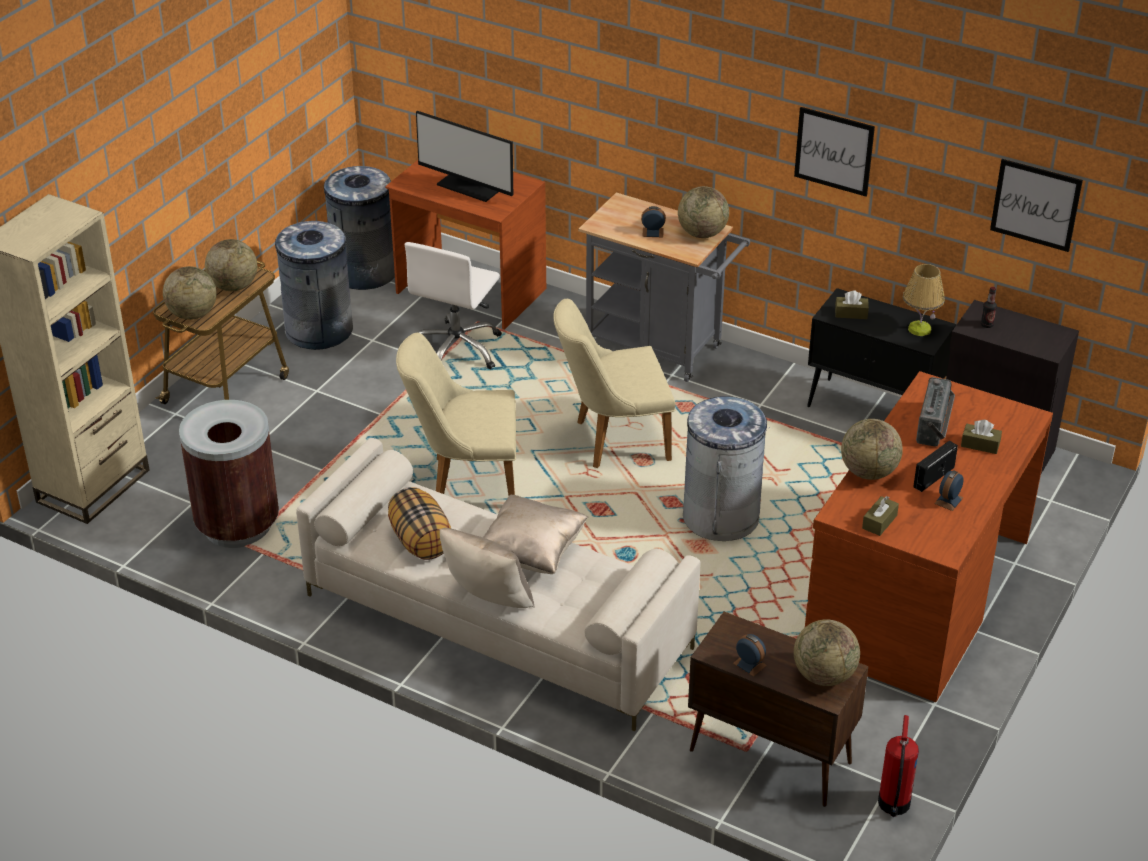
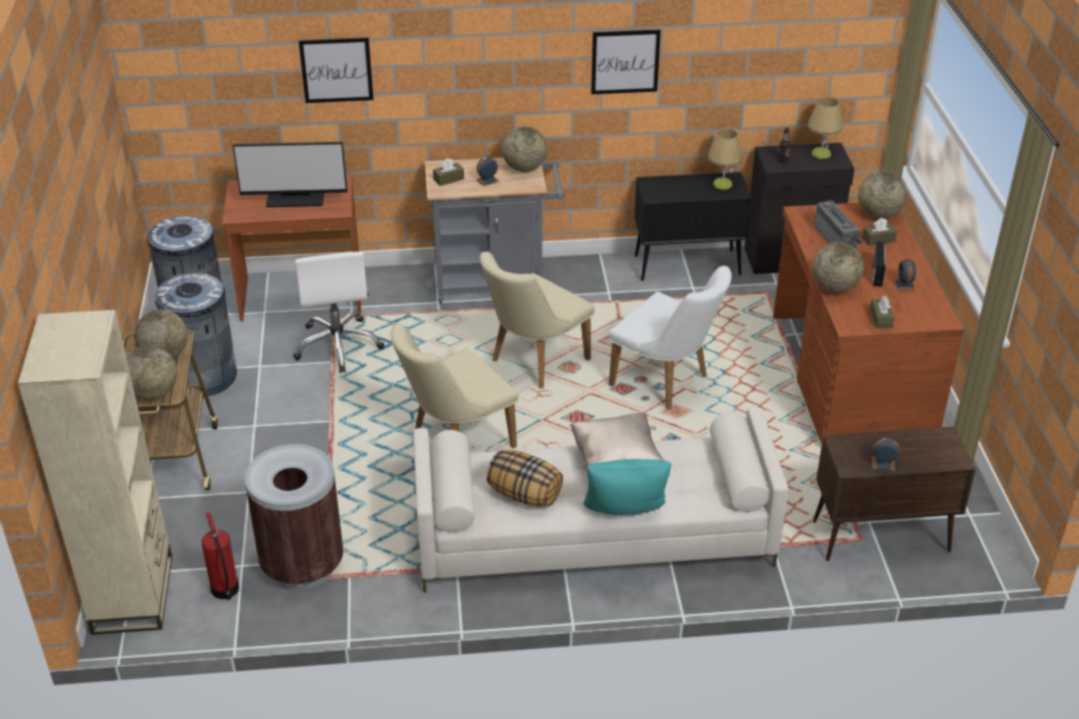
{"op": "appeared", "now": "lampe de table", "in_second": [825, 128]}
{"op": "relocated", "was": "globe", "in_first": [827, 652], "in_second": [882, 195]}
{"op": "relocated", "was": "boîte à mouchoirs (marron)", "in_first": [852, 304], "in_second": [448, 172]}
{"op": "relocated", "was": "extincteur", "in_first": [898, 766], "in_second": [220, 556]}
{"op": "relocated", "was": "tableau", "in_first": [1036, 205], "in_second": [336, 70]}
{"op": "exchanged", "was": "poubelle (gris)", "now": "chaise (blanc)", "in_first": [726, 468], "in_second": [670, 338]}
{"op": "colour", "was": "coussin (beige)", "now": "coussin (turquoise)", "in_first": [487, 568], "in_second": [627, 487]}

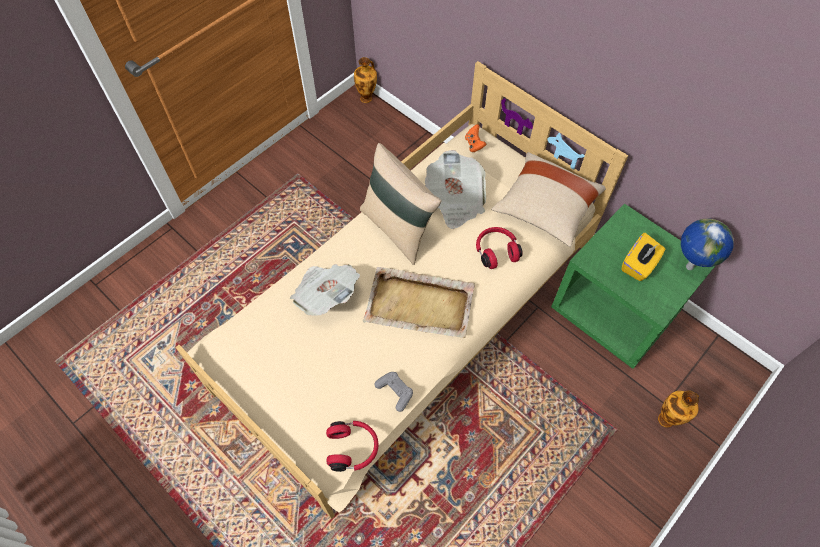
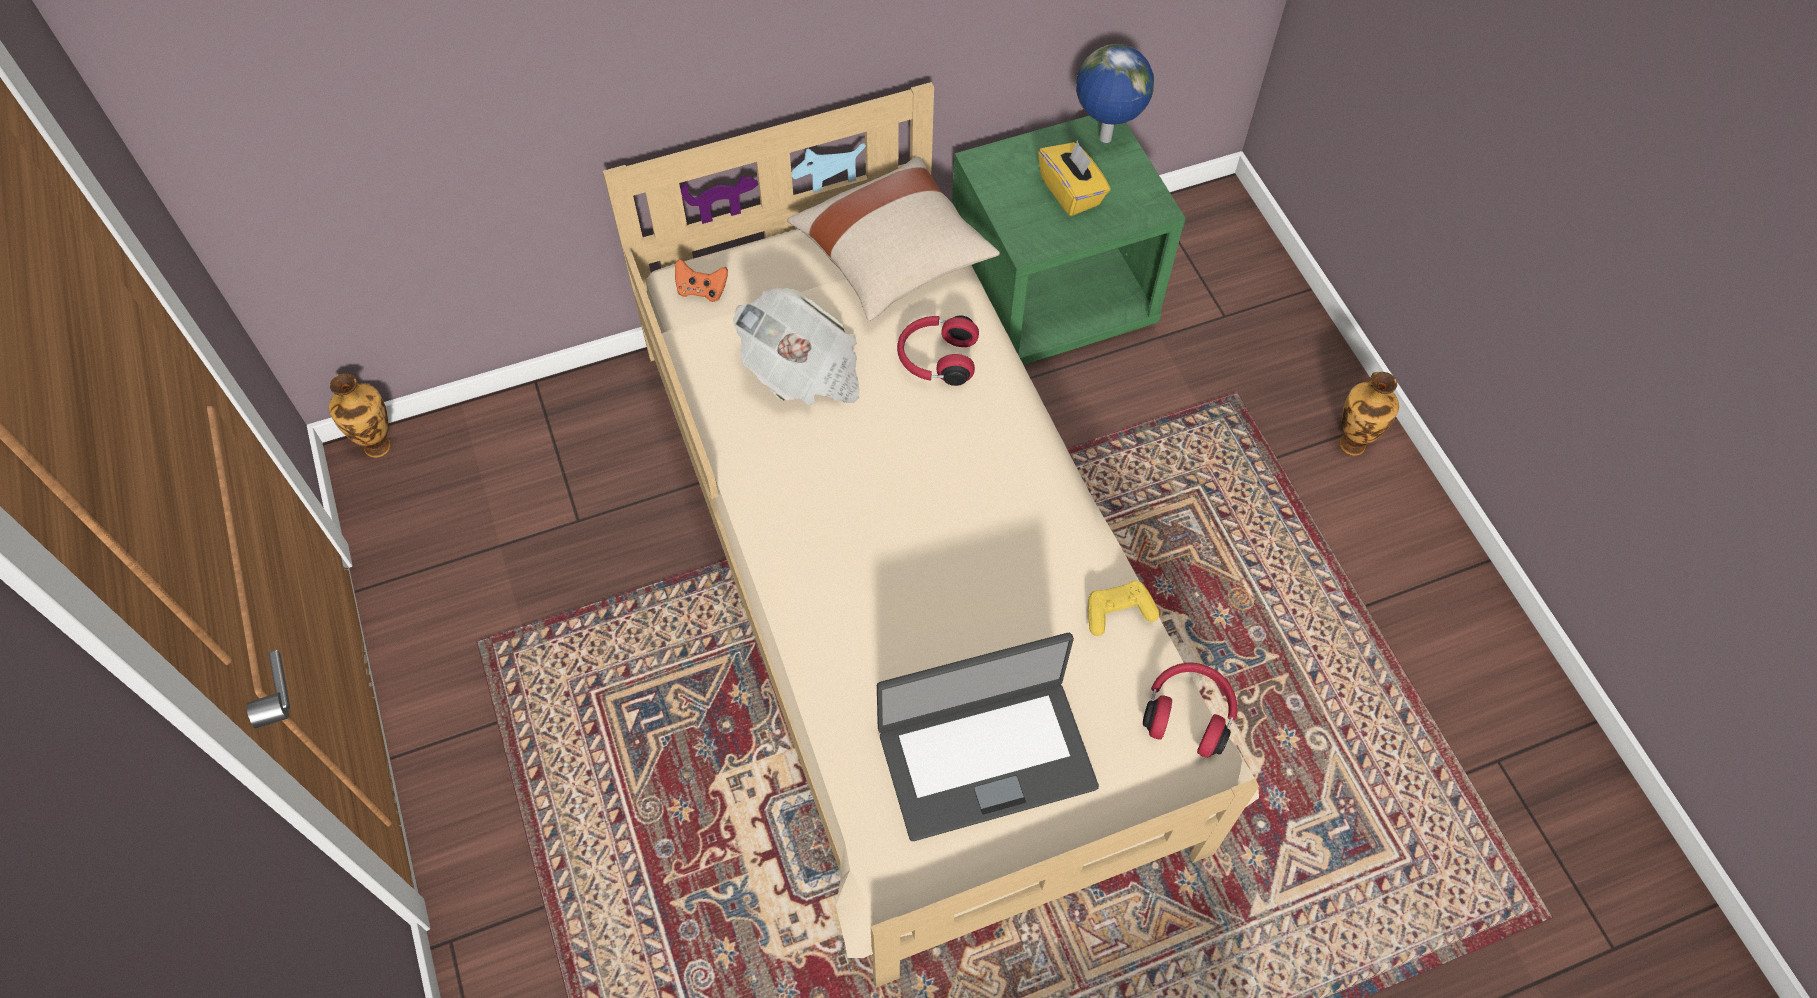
{"op": "missing", "was": "journal", "in_first": [325, 290]}
{"op": "missing", "was": "coussin (beige)", "in_first": [400, 204]}
{"op": "missing", "was": "plateau (beige)", "in_first": [419, 302]}
{"op": "appeared", "now": "ordinateur portable", "in_second": [988, 737]}
{"op": "relocated", "was": "vase", "in_first": [678, 409], "in_second": [1369, 414]}
{"op": "colour", "was": "manette (gris)", "now": "manette (jaune)", "in_first": [393, 392], "in_second": [1124, 608]}

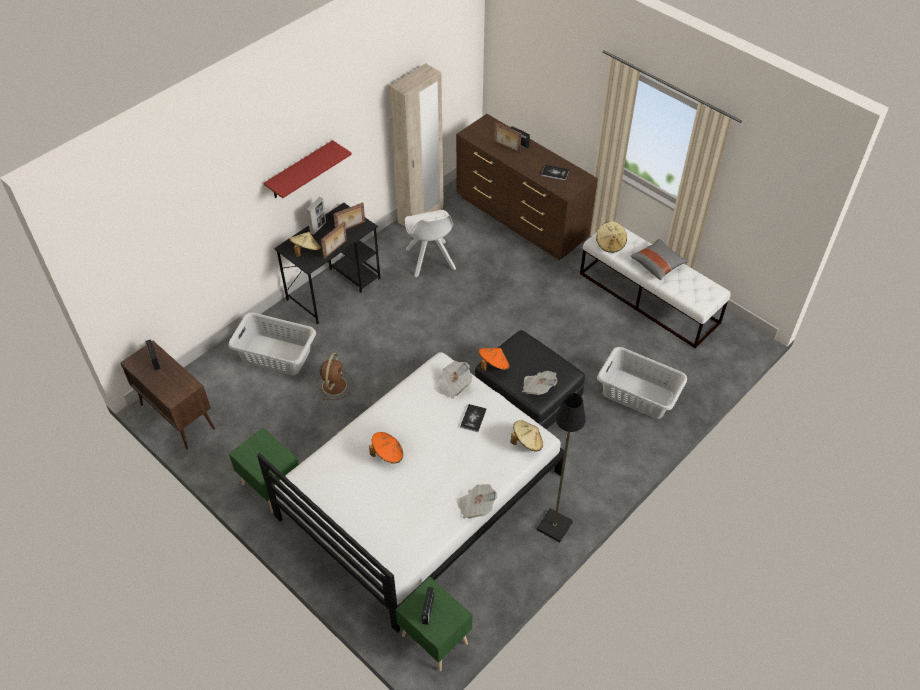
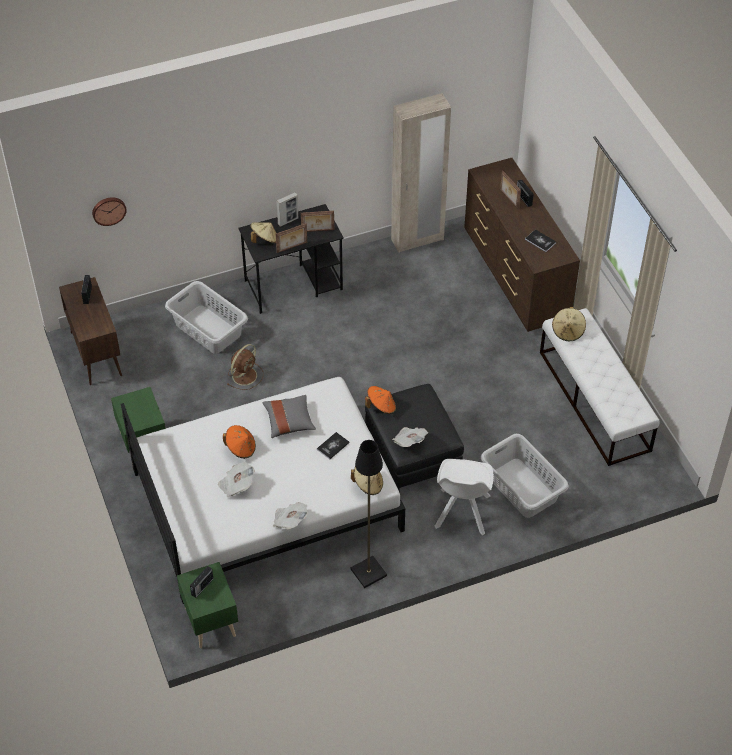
{"op": "missing", "was": "étagère (rouge)", "in_first": [308, 169]}
{"op": "appeared", "now": "horloge murale", "in_second": [109, 211]}
{"op": "relocated", "was": "chaise (blanc)", "in_first": [430, 244], "in_second": [464, 497]}
{"op": "relocated", "was": "journal", "in_first": [454, 379], "in_second": [236, 479]}
{"op": "relocated", "was": "coussin (gris)", "in_first": [659, 259], "in_second": [289, 416]}

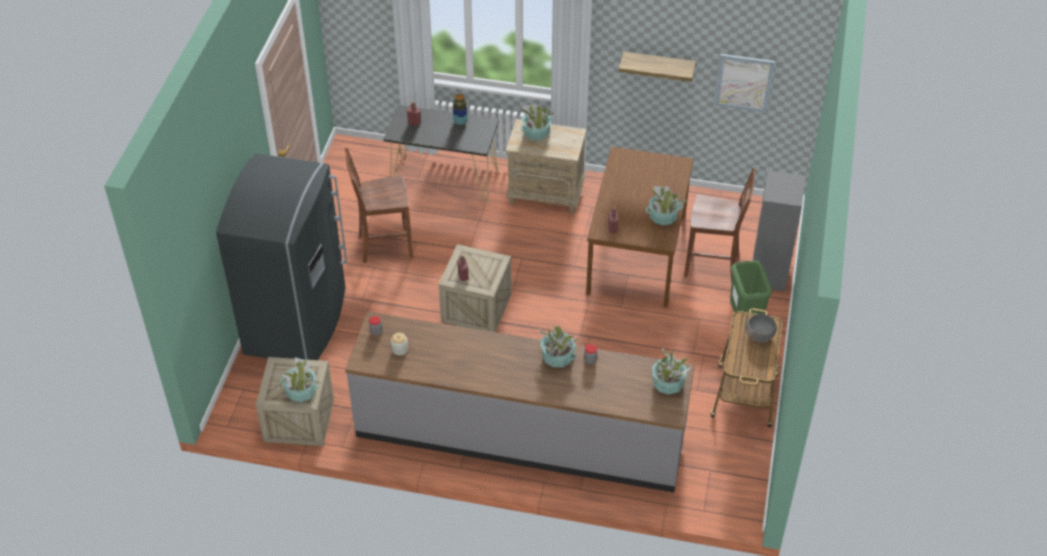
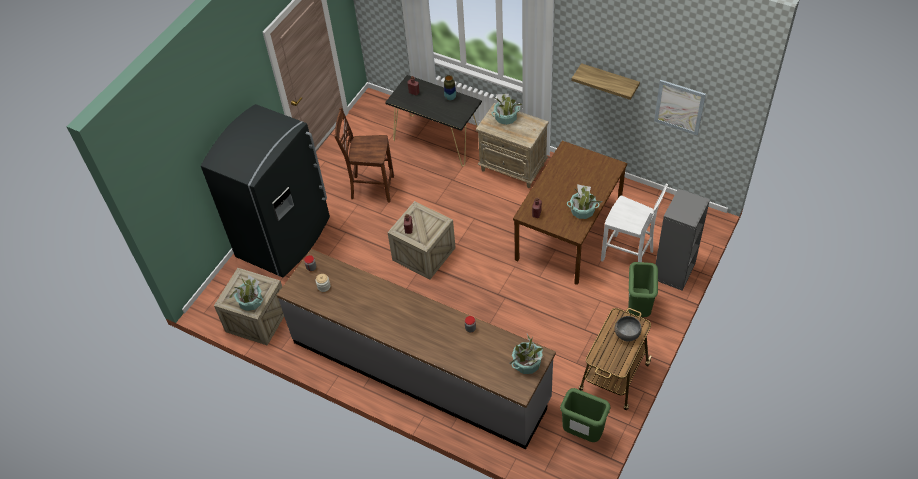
{"op": "missing", "was": "plante en pot", "in_first": [561, 346]}
{"op": "appeared", "now": "poubelle (vert)", "in_second": [585, 415]}
{"op": "colour", "was": "chaise (marron)", "now": "chaise (blanc)", "in_first": [720, 224], "in_second": [634, 223]}

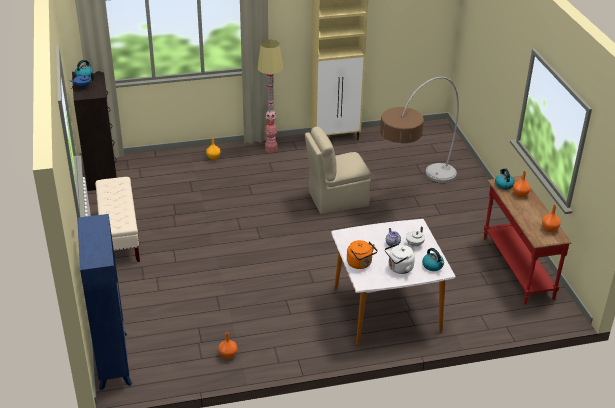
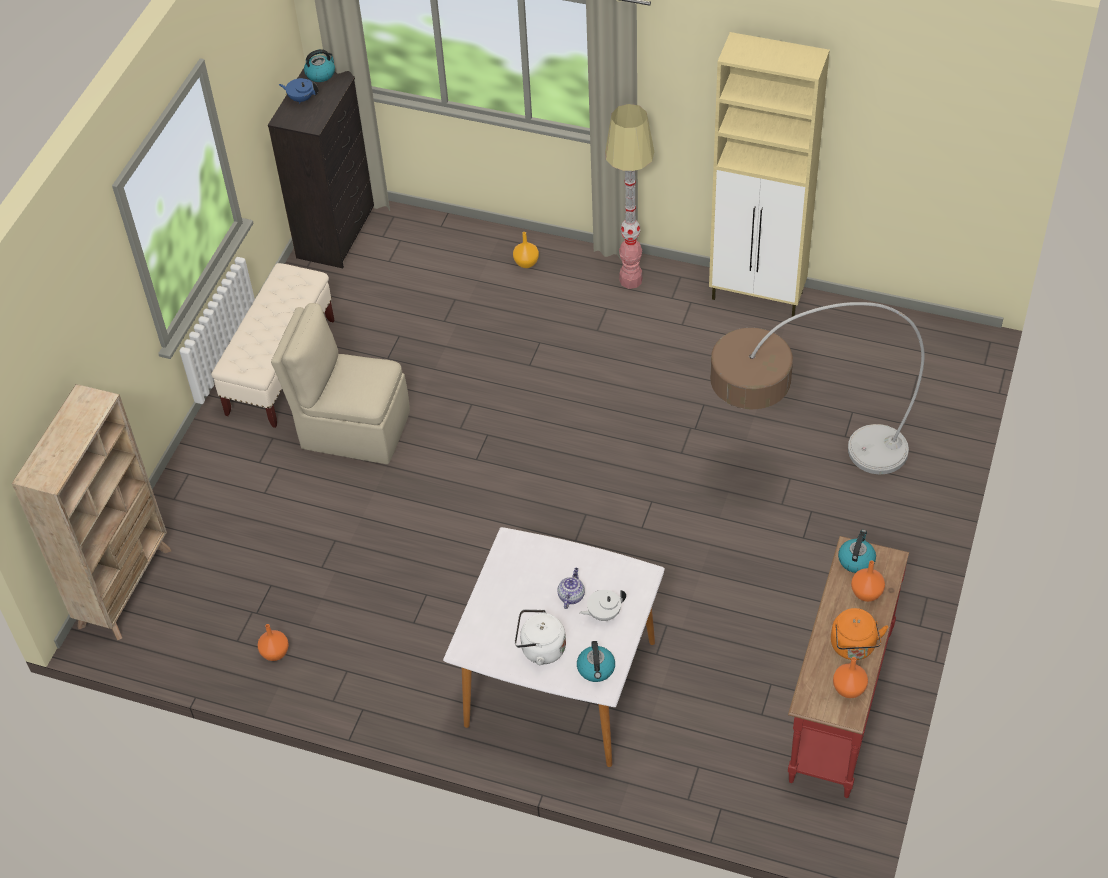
{"op": "relocated", "was": "chaise (beige)", "in_first": [338, 170], "in_second": [340, 383]}
{"op": "relocated", "was": "bouilloire (orange)", "in_first": [362, 254], "in_second": [859, 634]}
{"op": "colour", "was": "bibliothèque (bleu)", "now": "bibliothèque (beige)", "in_first": [104, 302], "in_second": [91, 512]}

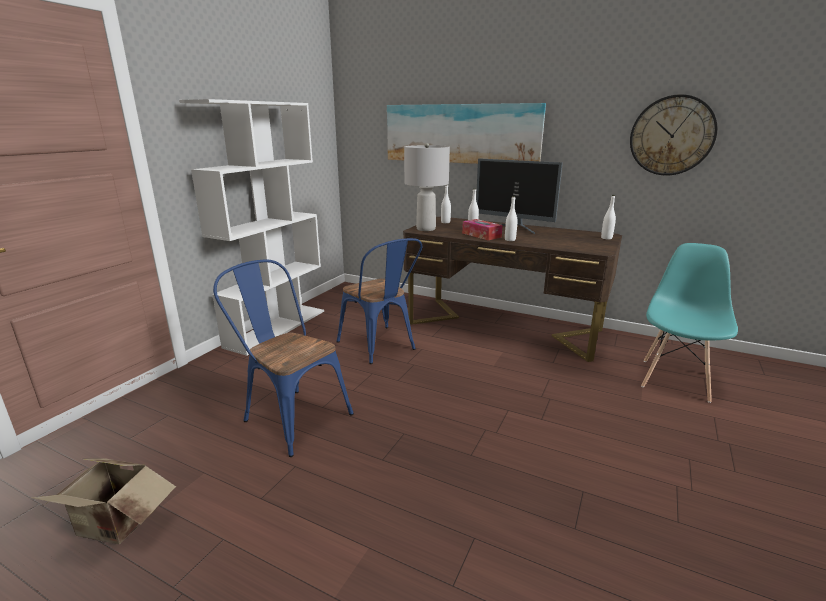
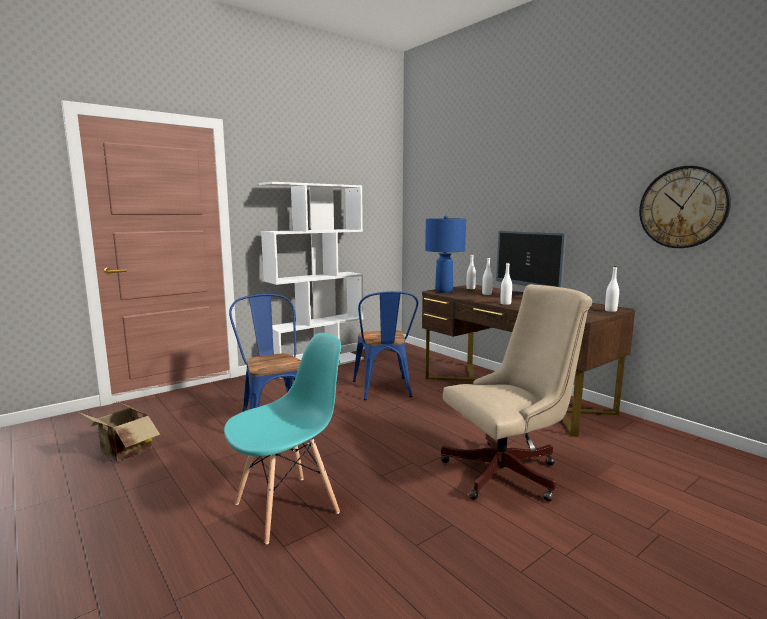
{"op": "missing", "was": "tableau", "in_first": [466, 133]}
{"op": "missing", "was": "boîte à mouchoirs", "in_first": [482, 229]}
{"op": "appeared", "now": "chaise de bureau (beige)", "in_second": [516, 393]}
{"op": "relocated", "was": "chaise (turquoise)", "in_first": [689, 323], "in_second": [282, 438]}
{"op": "colour", "was": "lampe de table (gris)", "now": "lampe de table (bleu)", "in_first": [427, 187], "in_second": [445, 254]}

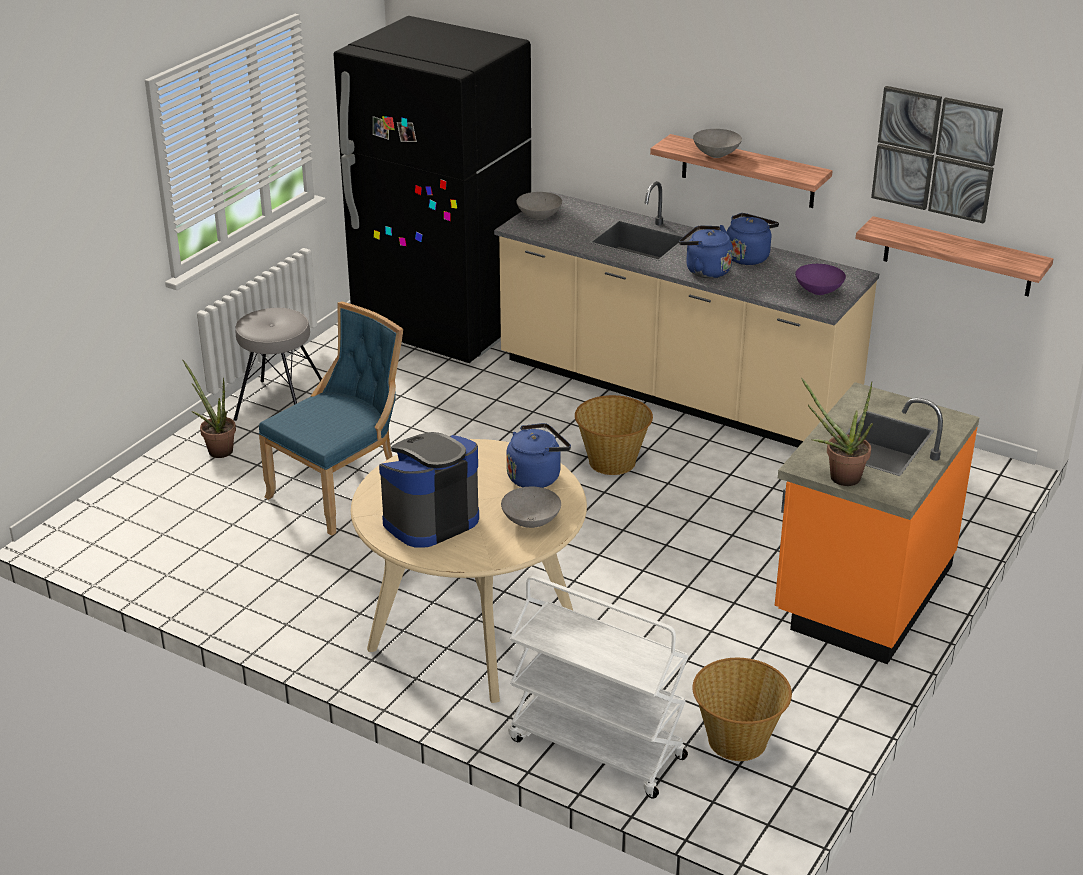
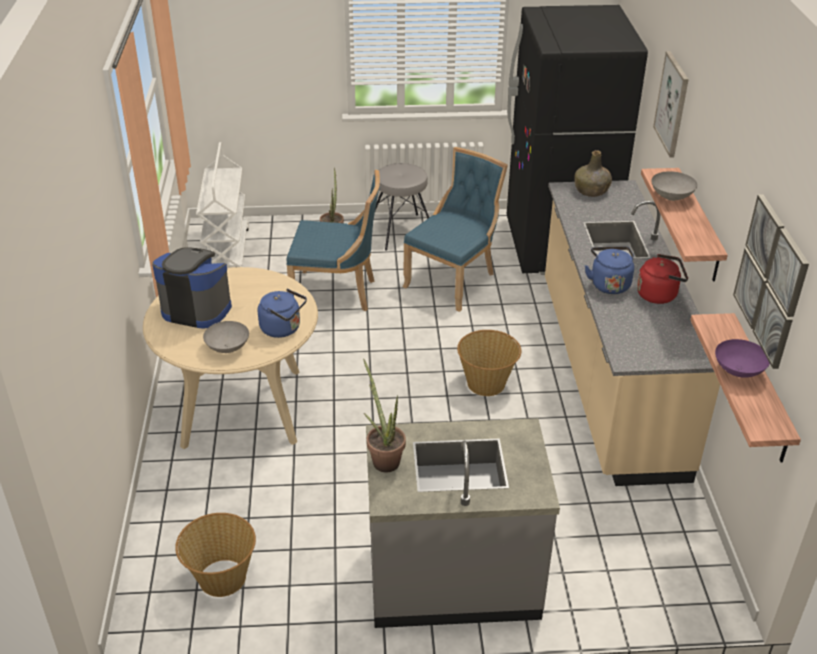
{"op": "appeared", "now": "chaise (bleu)", "in_second": [455, 229]}
{"op": "appeared", "now": "tableau", "in_second": [671, 104]}
{"op": "relocated", "was": "chariot (blanc)", "in_first": [598, 687], "in_second": [222, 204]}
{"op": "relocated", "was": "bol (violet)", "in_first": [820, 279], "in_second": [742, 358]}
{"op": "exchanged", "was": "bol (gris)", "now": "bouteille (vert)", "in_first": [539, 206], "in_second": [593, 173]}
{"op": "colour", "was": "bouilloire (bleu)", "now": "bouilloire (rouge)", "in_first": [749, 239], "in_second": [662, 279]}
{"op": "colour", "was": "comptoir de cuisine (orange)", "now": "comptoir de cuisine (gris)", "in_first": [877, 523], "in_second": [463, 523]}

